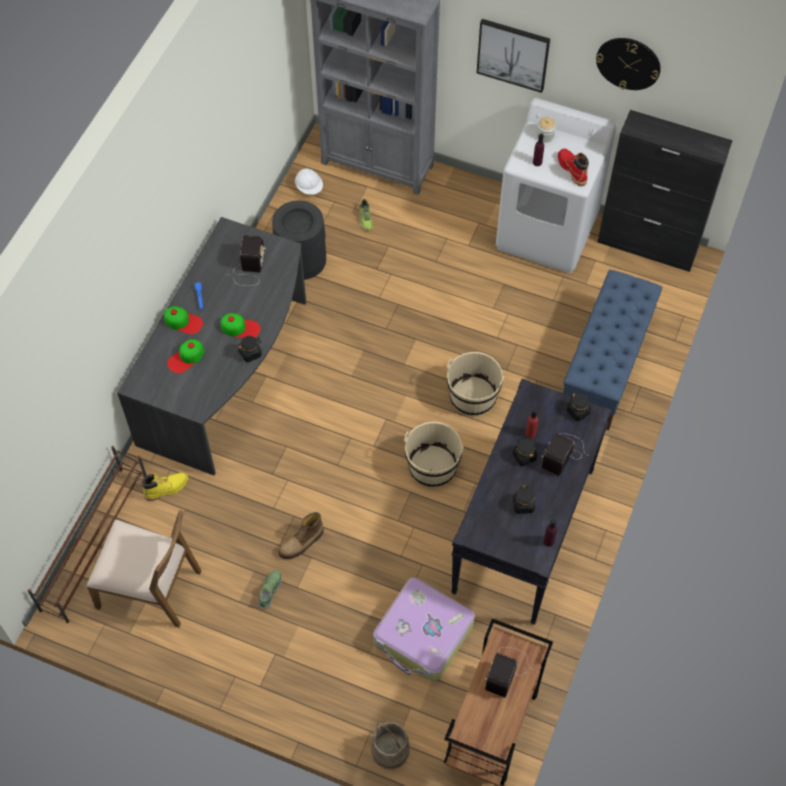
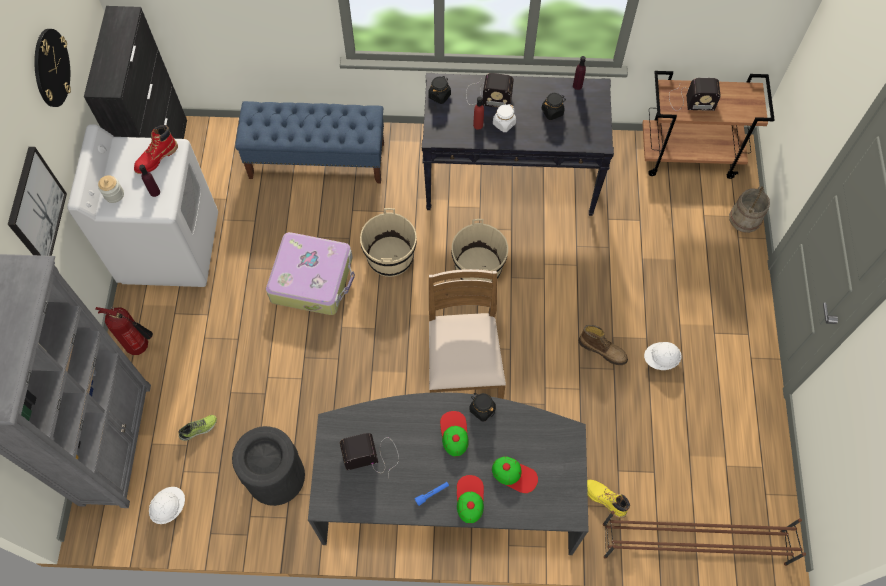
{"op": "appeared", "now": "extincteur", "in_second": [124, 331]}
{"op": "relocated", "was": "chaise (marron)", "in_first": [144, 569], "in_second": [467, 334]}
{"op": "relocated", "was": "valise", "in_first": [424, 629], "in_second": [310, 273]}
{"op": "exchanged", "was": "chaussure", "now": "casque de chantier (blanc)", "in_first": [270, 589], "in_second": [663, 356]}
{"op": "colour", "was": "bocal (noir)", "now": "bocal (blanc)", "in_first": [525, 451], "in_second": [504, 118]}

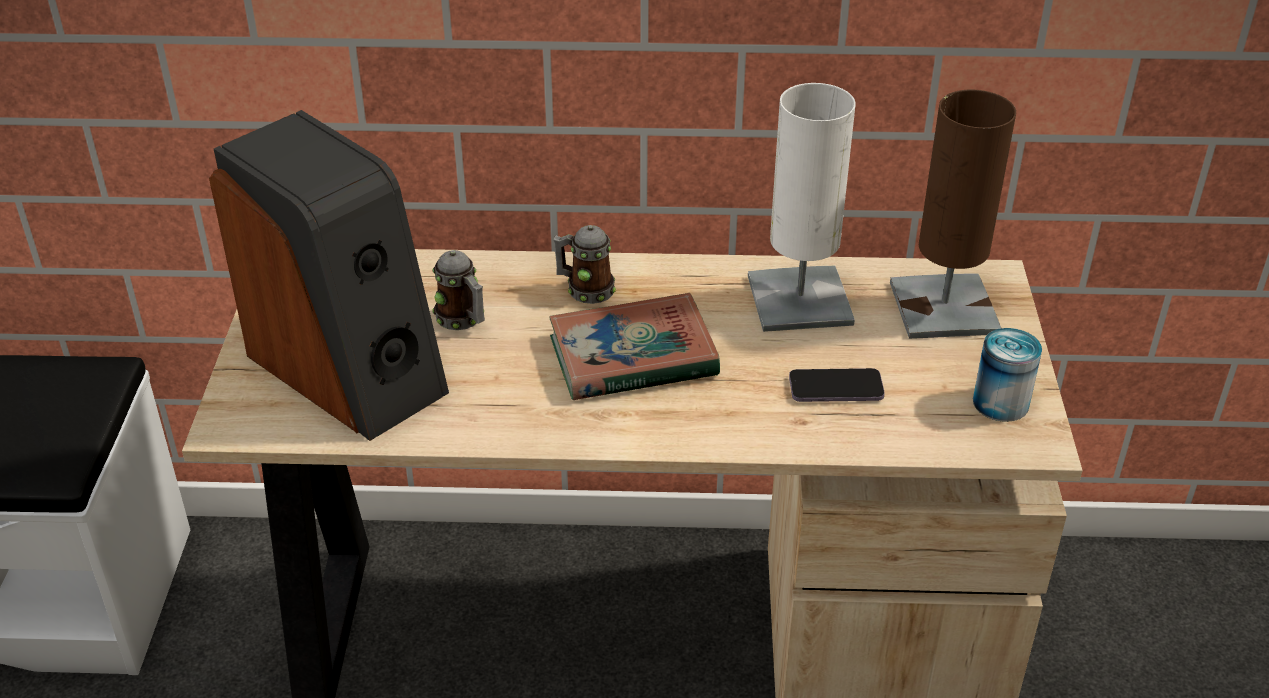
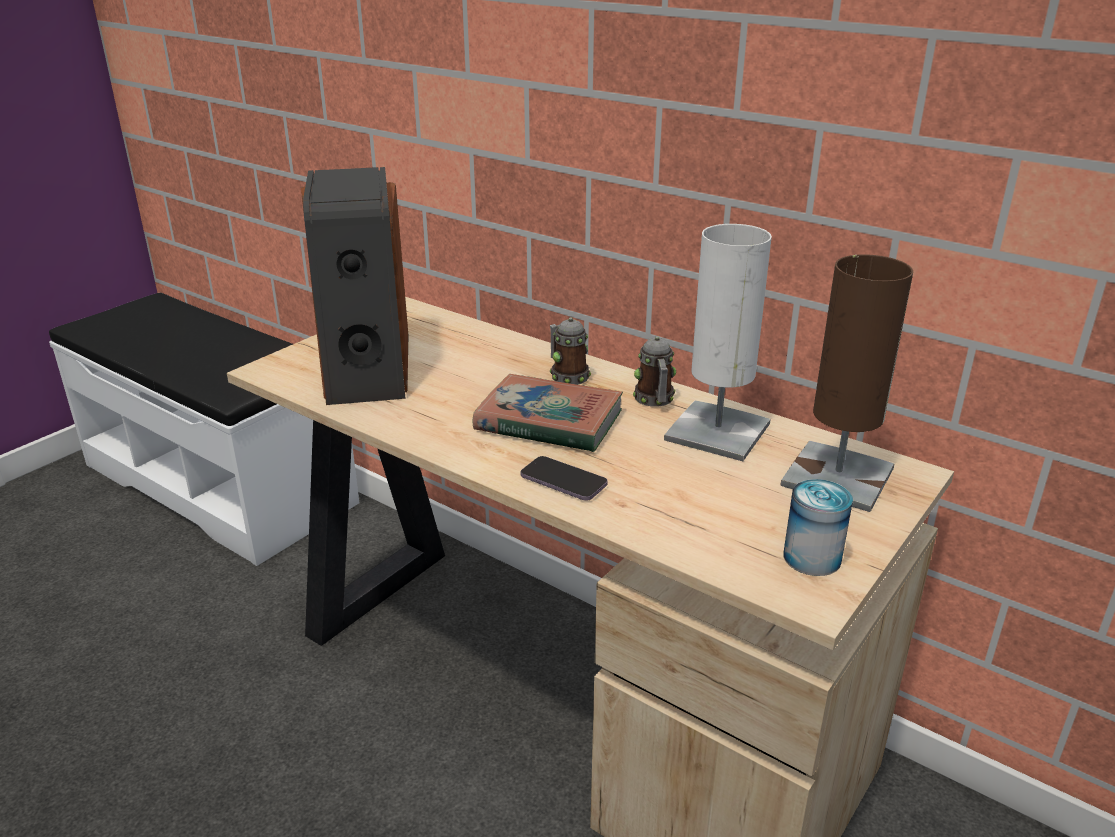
{"op": "relocated", "was": "mug", "in_first": [458, 290], "in_second": [654, 371]}
{"op": "relocated", "was": "téléphone", "in_first": [837, 385], "in_second": [564, 478]}

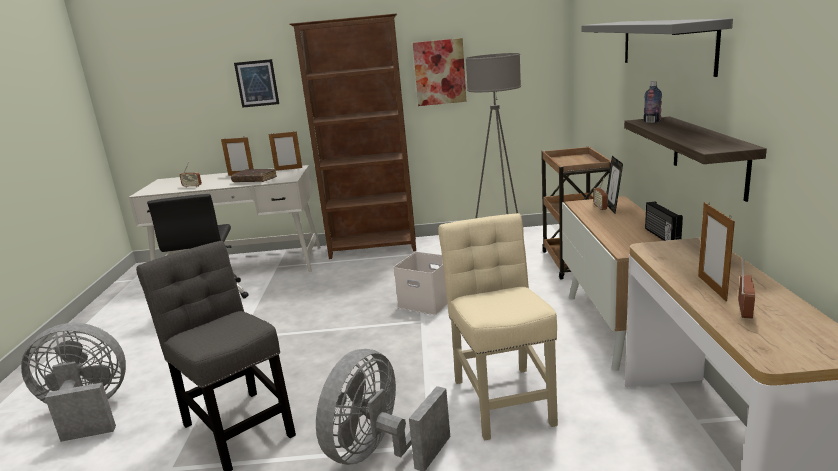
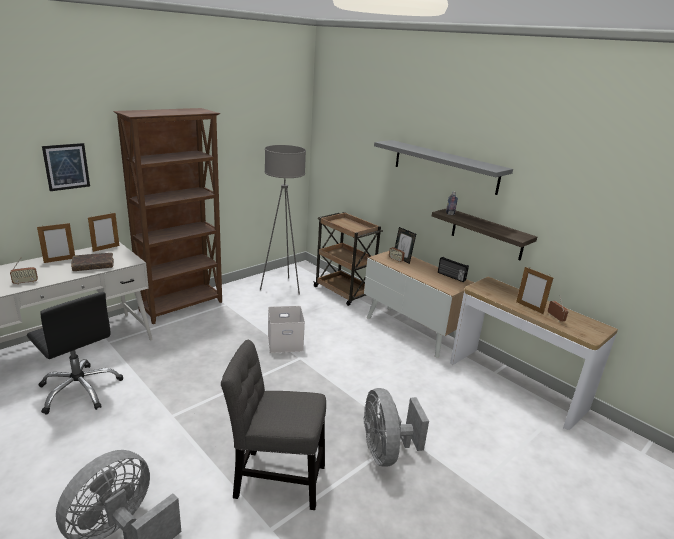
{"op": "missing", "was": "tableau", "in_first": [439, 72]}
{"op": "missing", "was": "chaise (beige)", "in_first": [498, 327]}

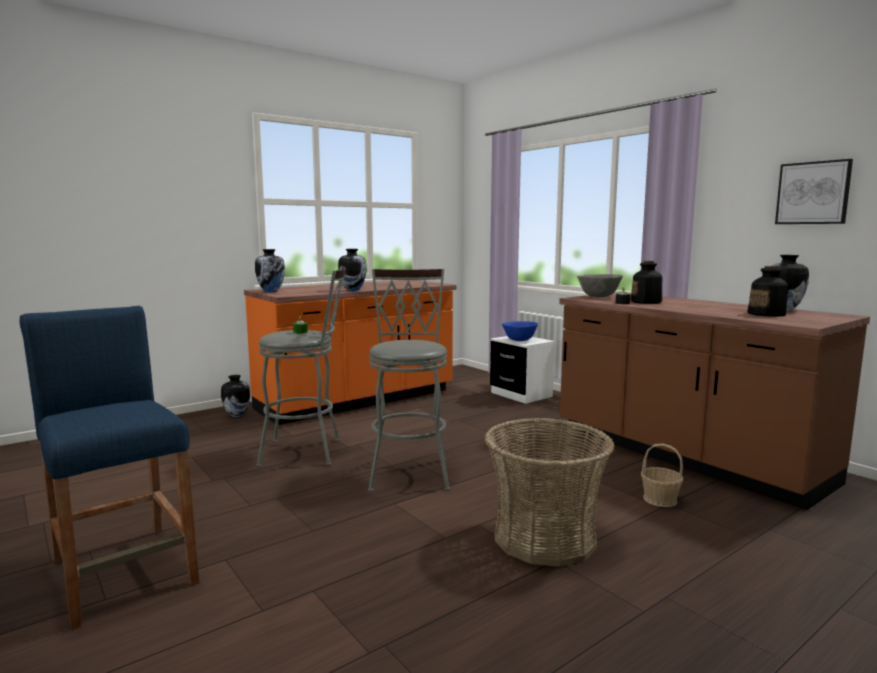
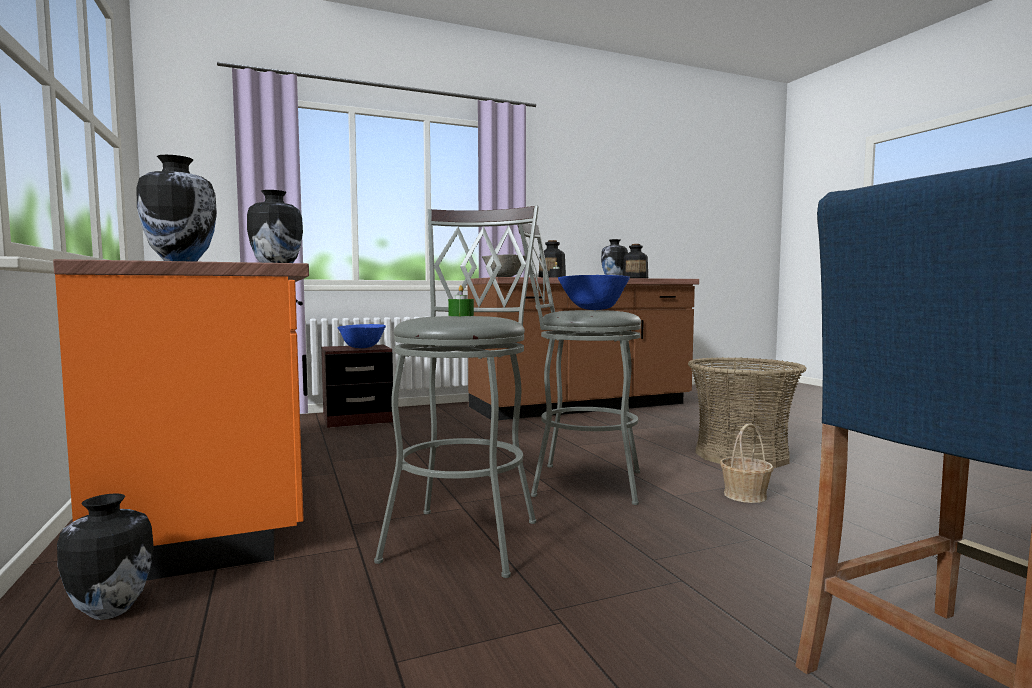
{"op": "missing", "was": "tableau", "in_first": [814, 191]}
{"op": "appeared", "now": "bol (bleu)", "in_second": [594, 292]}
{"op": "relocated", "was": "panier", "in_first": [662, 475], "in_second": [747, 463]}
{"op": "colour", "was": "table de chevet (blanc)", "now": "table de chevet (marron)", "in_first": [522, 370], "in_second": [357, 386]}

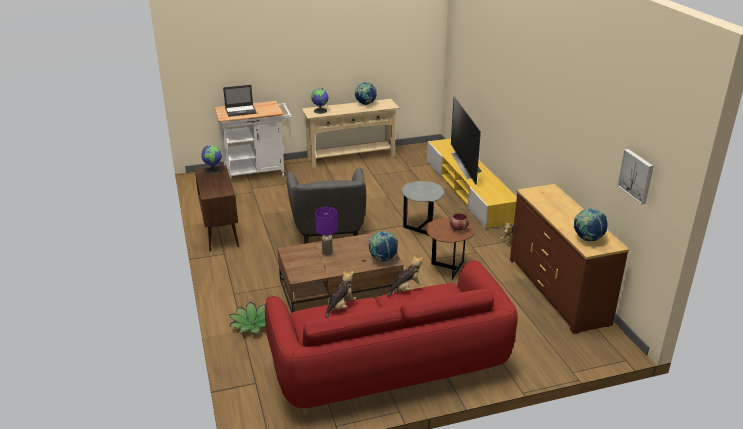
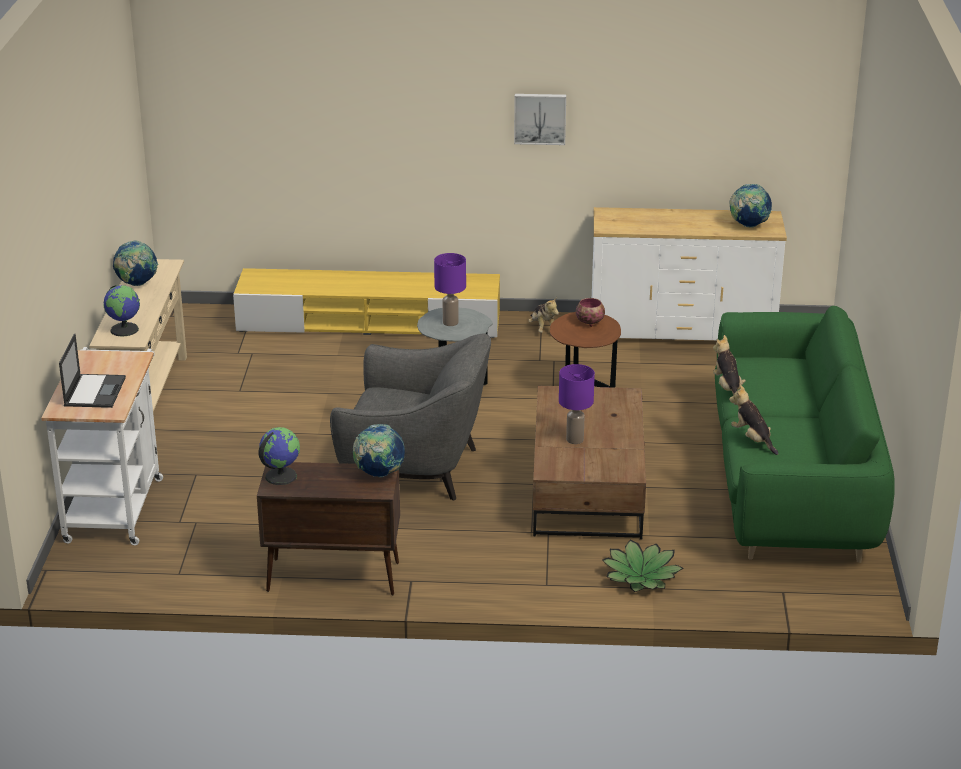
{"op": "missing", "was": "téléviseur", "in_first": [466, 140]}
{"op": "appeared", "now": "lampe de table (violet)", "in_second": [450, 289]}
{"op": "relocated", "was": "globe", "in_first": [383, 246], "in_second": [379, 450]}
{"op": "relocated", "was": "tableau", "in_first": [635, 176], "in_second": [540, 119]}
{"op": "colour", "was": "canapé (rouge)", "now": "canapé (vert)", "in_first": [391, 338], "in_second": [805, 434]}
{"op": "colour", "was": "commode (marron)", "now": "commode (blanc)", "in_first": [569, 259], "in_second": [689, 273]}

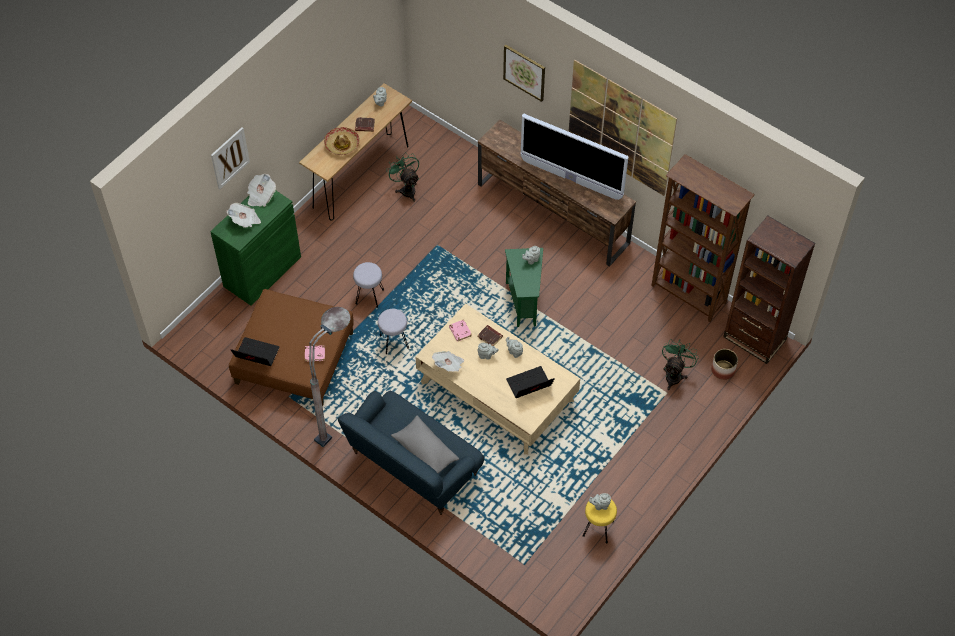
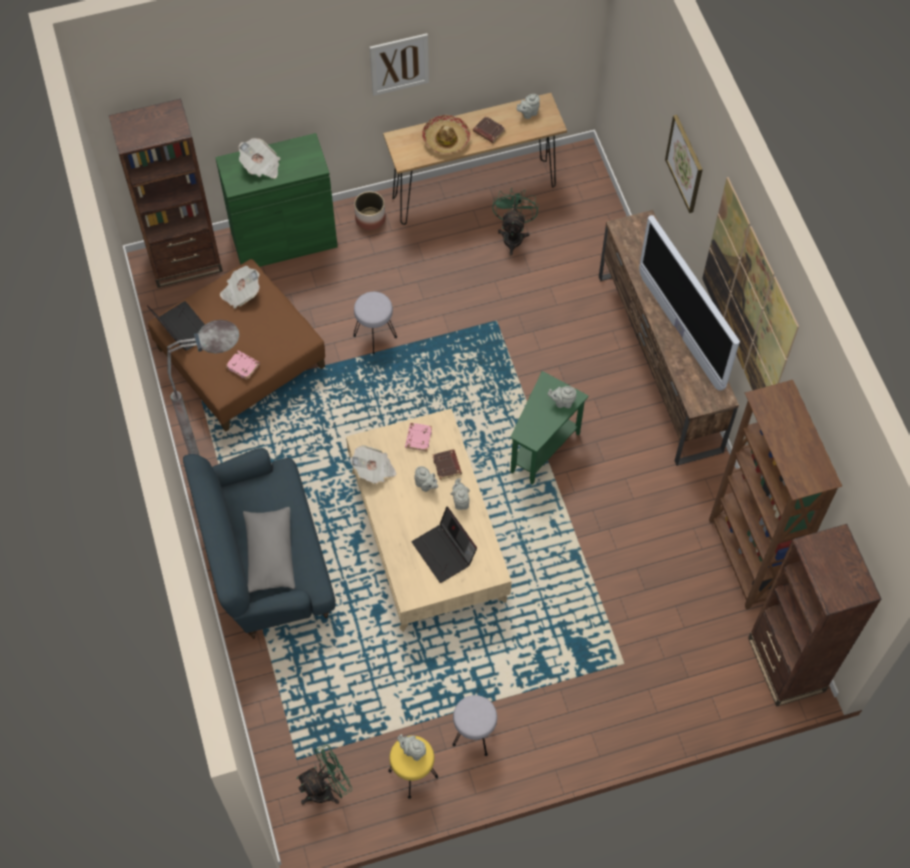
{"op": "appeared", "now": "bibliothèque (marron)", "in_second": [166, 193]}
{"op": "relocated", "was": "tableau", "in_first": [230, 158], "in_second": [399, 64]}
{"op": "relocated", "was": "journal", "in_first": [261, 190], "in_second": [240, 287]}
{"op": "relocated", "was": "tabouret (gris)", "in_first": [393, 331], "in_second": [474, 725]}
{"op": "relocated", "was": "ventilateur (vert)", "in_first": [680, 364], "in_second": [324, 774]}
{"op": "relocated", "was": "cache-pot", "in_first": [724, 364], "in_second": [370, 211]}
{"op": "spun", "was": "ordinateur portable", "in_first": [530, 382], "in_second": [444, 545], "clockwise": -135}

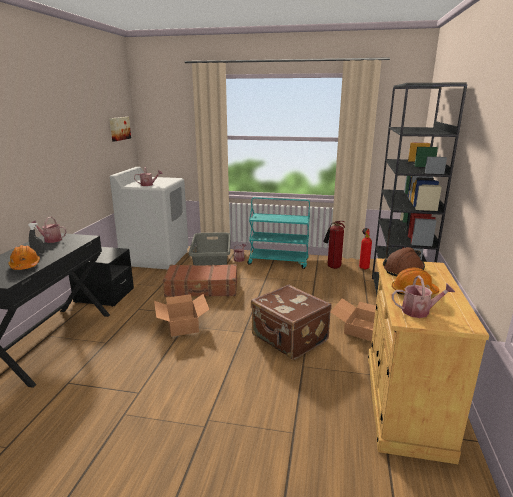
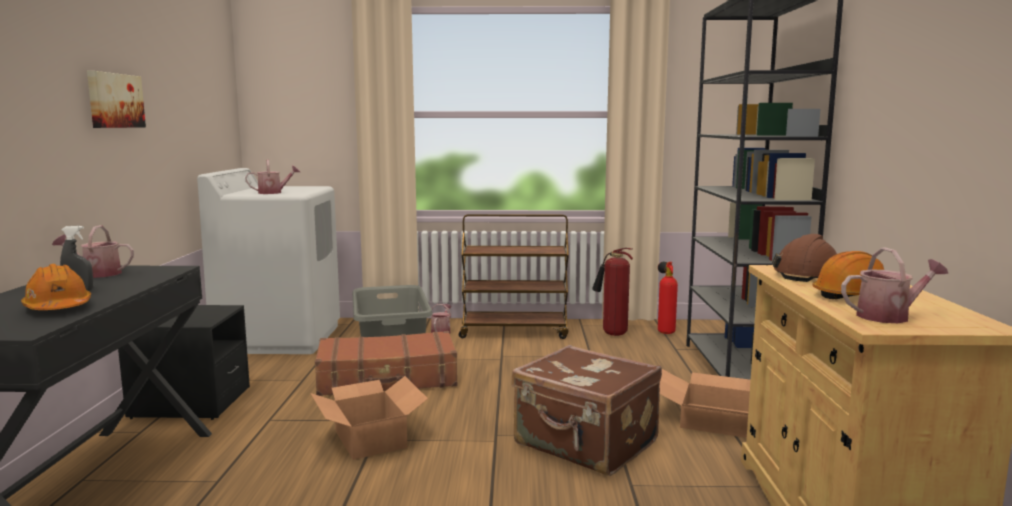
{"op": "relocated", "was": "tableau", "in_first": [120, 129], "in_second": [116, 99]}
{"op": "colour", "was": "chariot (turquoise)", "now": "chariot (marron)", "in_first": [278, 233], "in_second": [514, 276]}

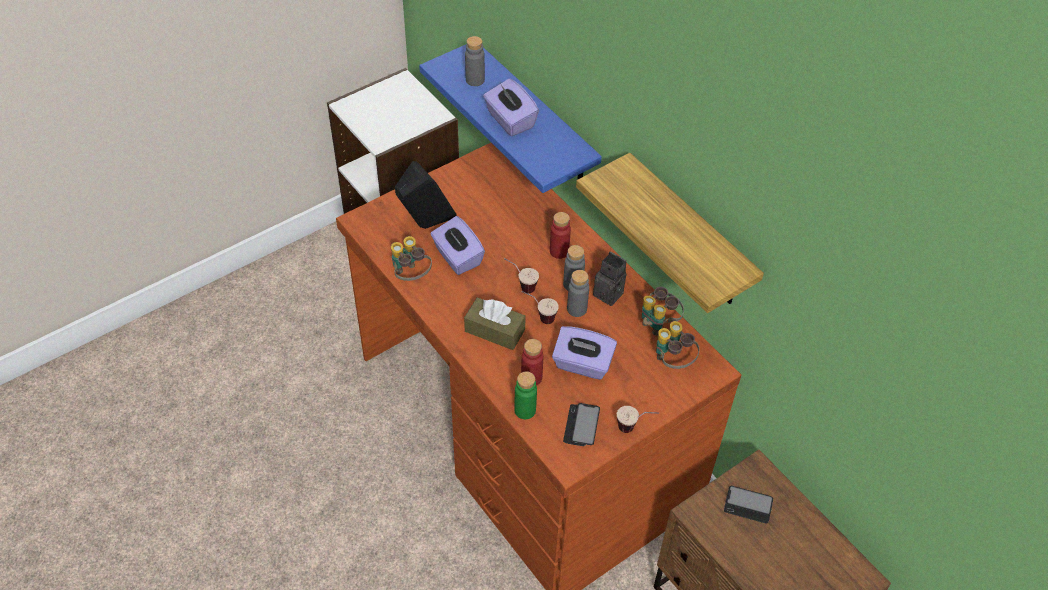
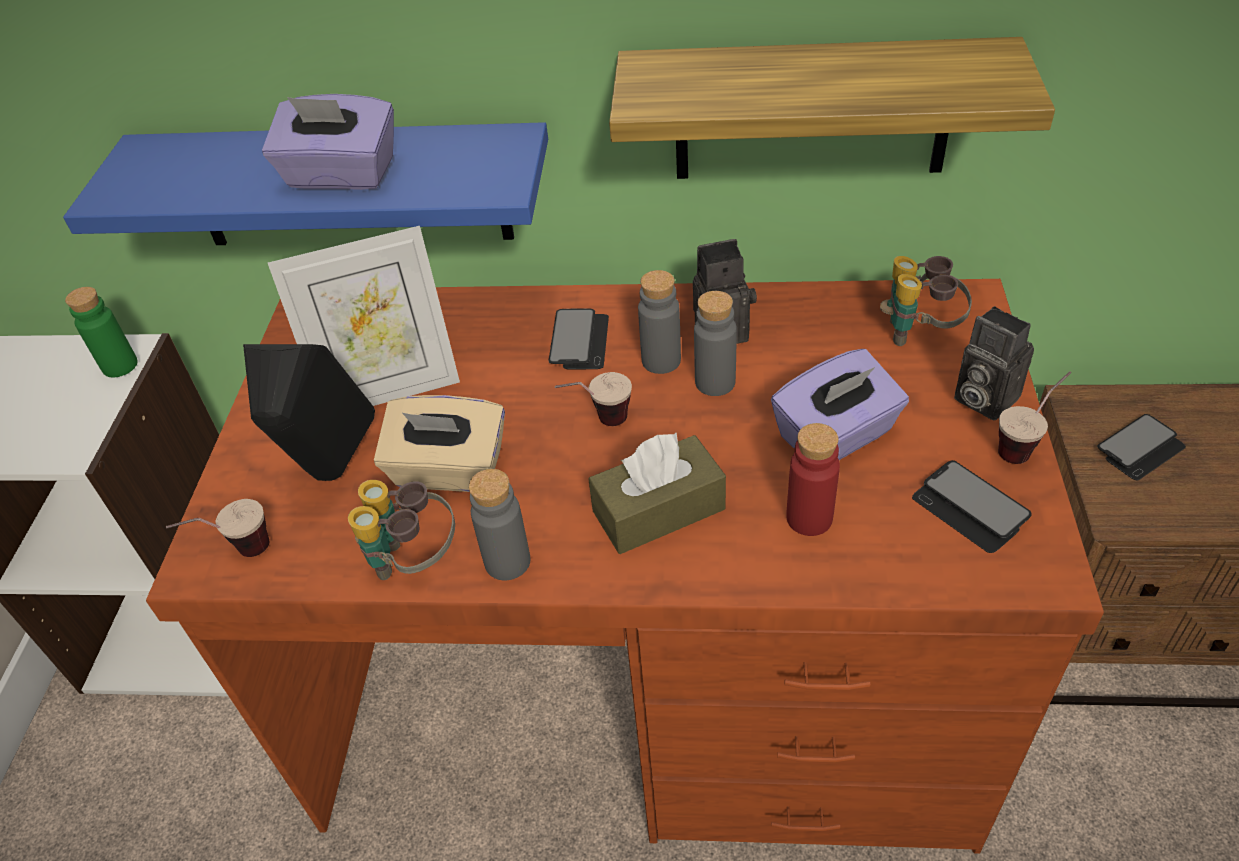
{"op": "missing", "was": "jumelles", "in_first": [663, 311]}
{"op": "appeared", "now": "cadre photo", "in_second": [364, 316]}
{"op": "appeared", "now": "appareil photo", "in_second": [994, 363]}
{"op": "relocated", "was": "bouteille (gris)", "in_first": [475, 61], "in_second": [500, 525]}
{"op": "relocated", "was": "bouteille (vert)", "in_first": [525, 395], "in_second": [101, 332]}
{"op": "relocated", "was": "tasse", "in_first": [540, 307], "in_second": [217, 528]}
{"op": "exchanged", "was": "bouteille (rouge)", "now": "téléphone", "in_first": [560, 235], "in_second": [578, 339]}
{"op": "colour", "was": "boîte à mouchoirs (violet)", "now": "boîte à mouchoirs (beige)", "in_first": [457, 245], "in_second": [439, 443]}

